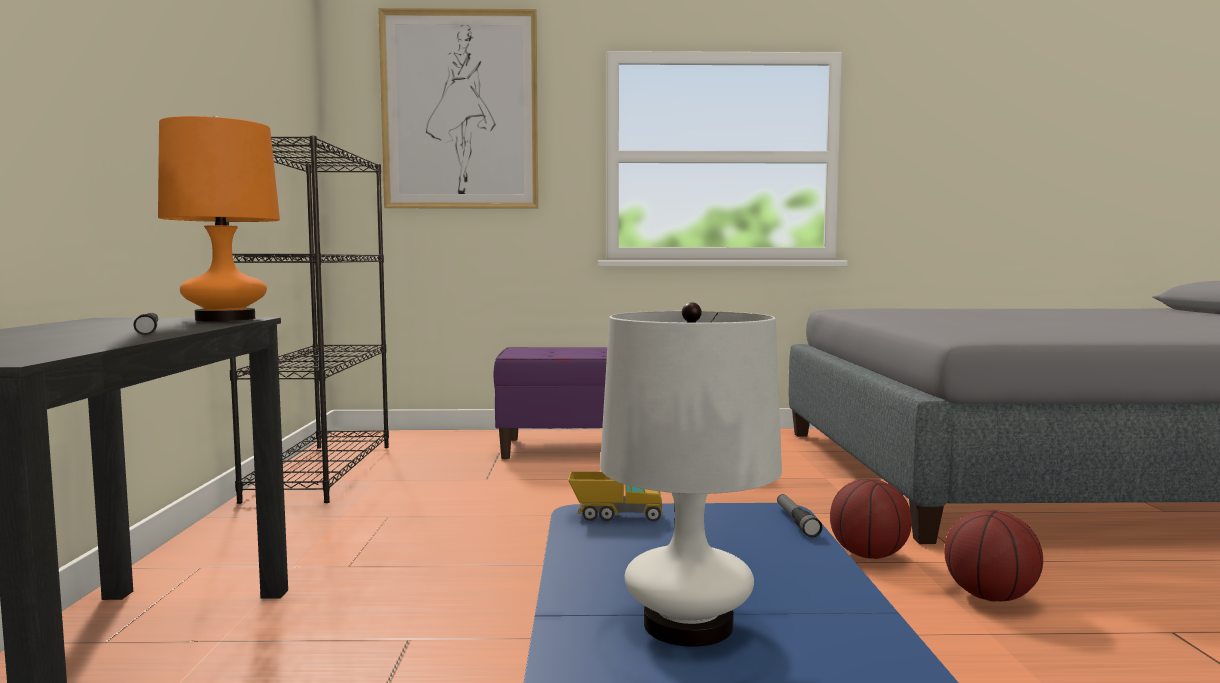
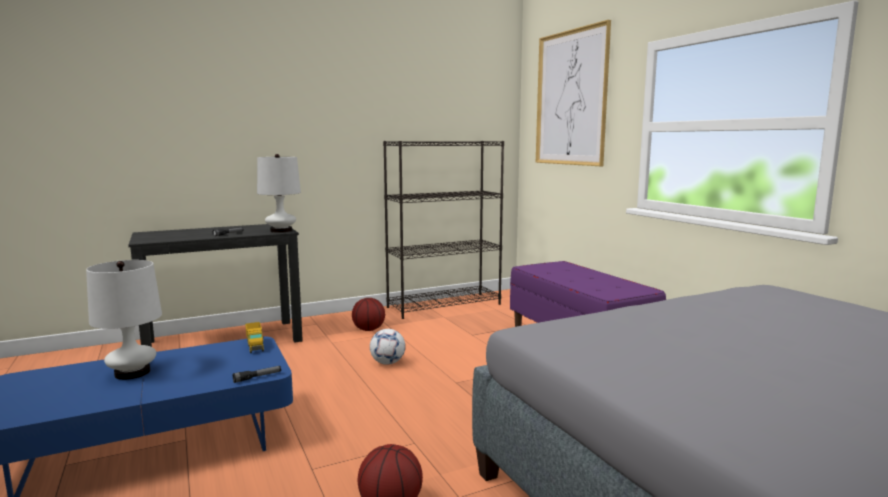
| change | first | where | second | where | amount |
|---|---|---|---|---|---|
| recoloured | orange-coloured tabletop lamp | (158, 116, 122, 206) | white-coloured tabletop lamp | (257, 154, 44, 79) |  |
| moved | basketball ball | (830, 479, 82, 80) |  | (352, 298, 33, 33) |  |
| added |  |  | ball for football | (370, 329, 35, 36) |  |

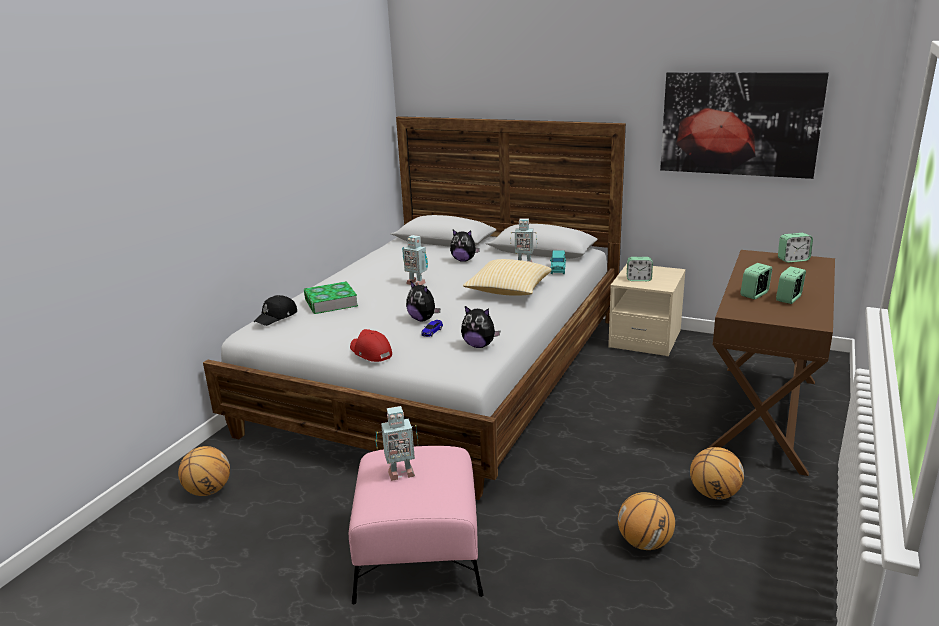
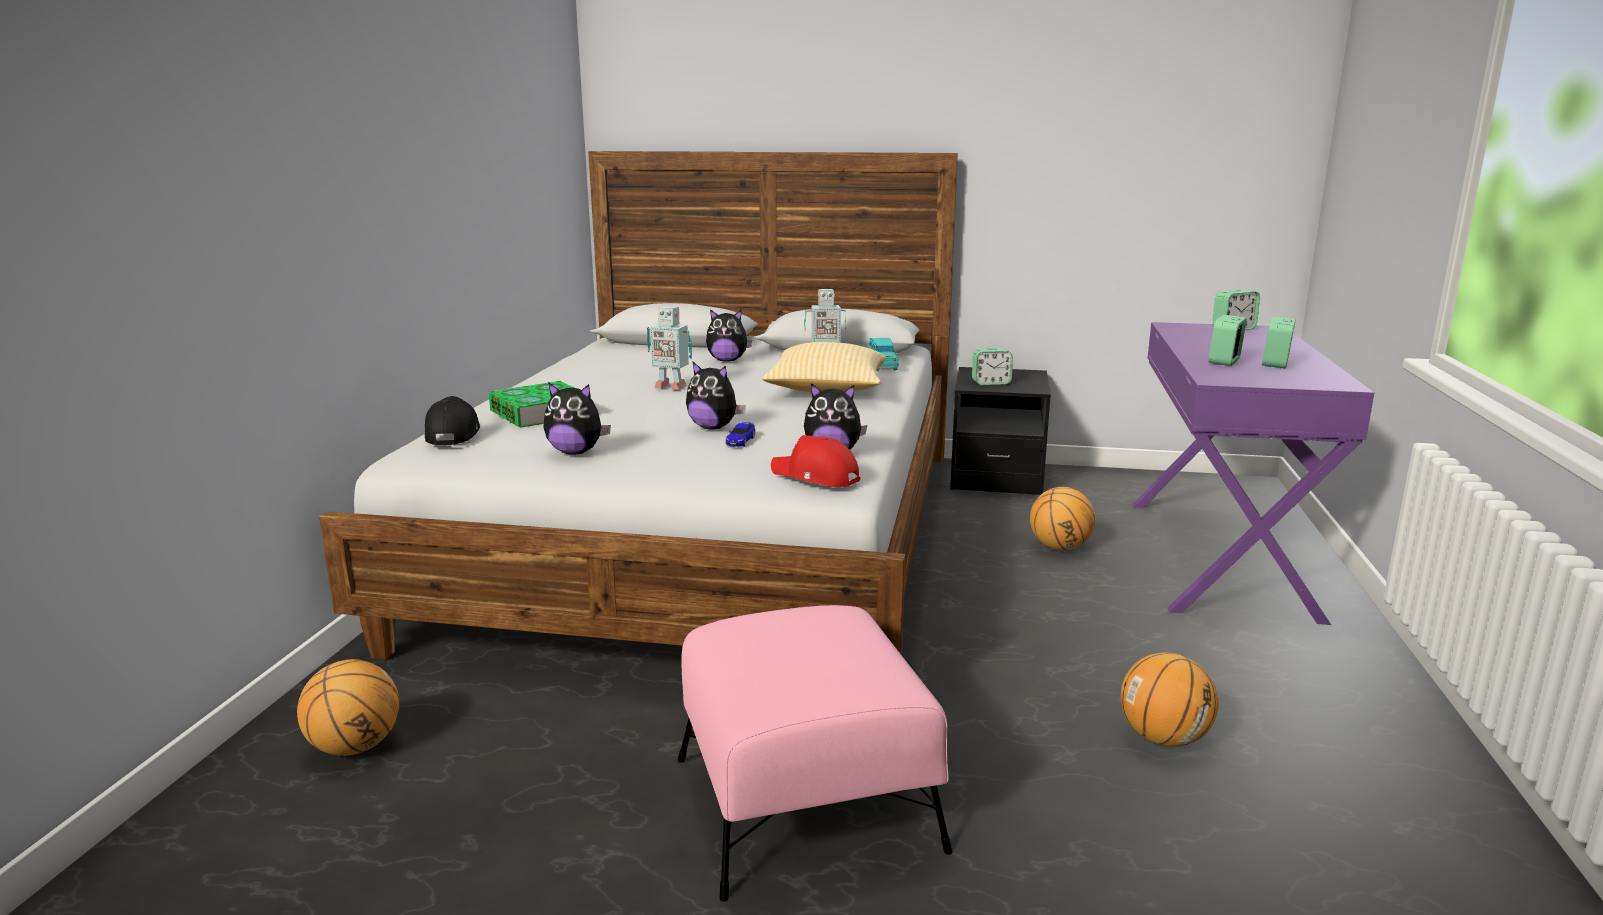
| change | first | where | second | where | amount |
|---|---|---|---|---|---|
| removed | wall art | (660, 72, 169, 107) |  |  |  |
| recoloured | brown-coloured desk unit | (706, 250, 129, 226) | purple-coloured desk unit | (1132, 322, 242, 303) |  |
| recoloured | beige-coloured night table | (608, 264, 78, 92) | blackish night table | (950, 367, 101, 128) |  |
| turned | blackish peaked cap | (253, 295, 44, 31) |  | (425, 396, 55, 49) | 150 degrees clockwise |
| moved | red peaked cap | (350, 329, 42, 33) |  | (771, 435, 89, 52) |  |
| removed | toy robot | (375, 406, 44, 75) |  |  |  |
| moved | basketball ball | (690, 447, 54, 52) |  | (1030, 487, 65, 63) |  |
| added |  |  | soft toy | (543, 382, 68, 72) |  |

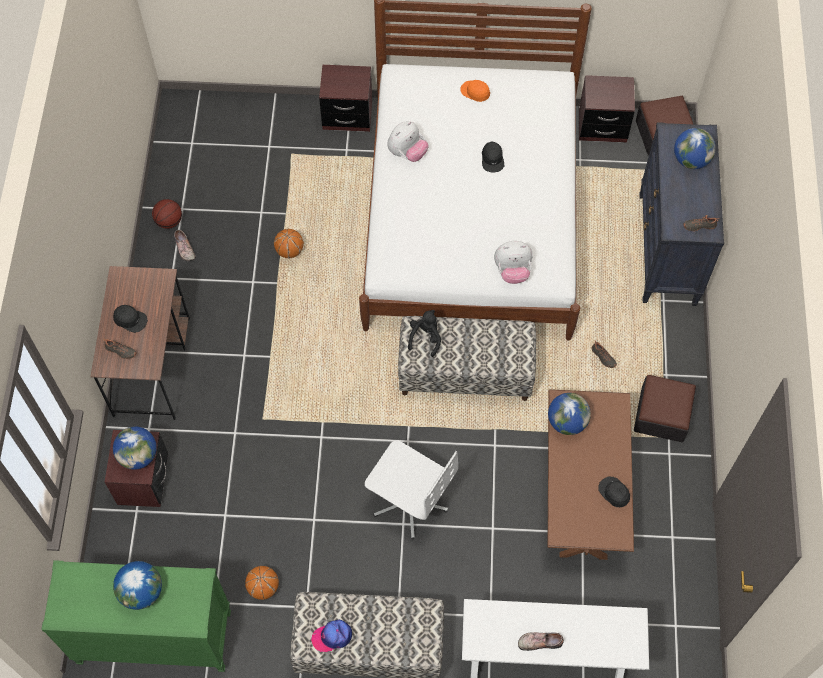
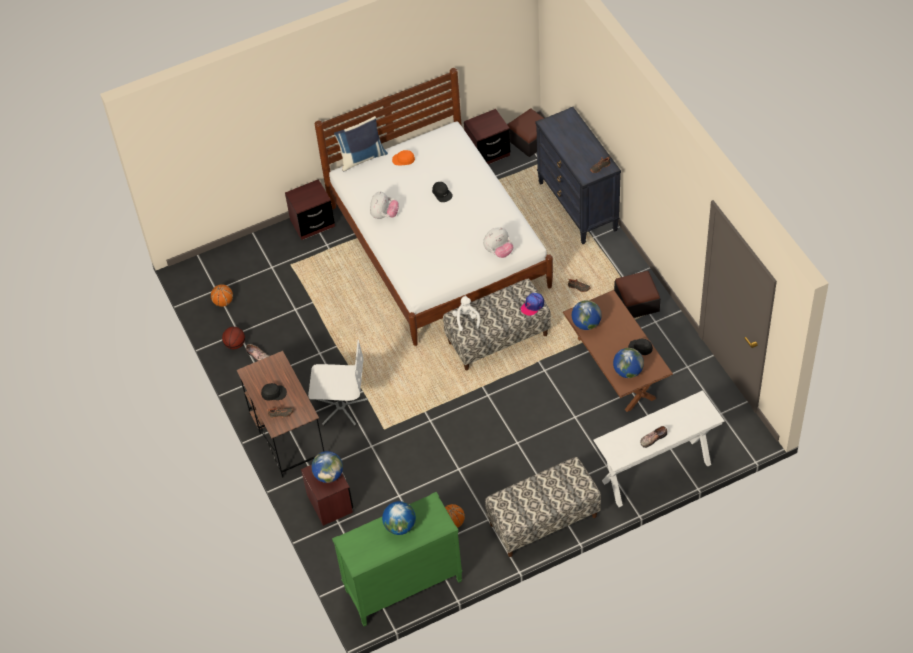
| change | first | where | second | where | amount |
|---|---|---|---|---|---|
| moved | world globe | (674, 128, 42, 41) |  | (613, 348, 31, 30) |  |
| moved | basketball ball | (274, 229, 30, 29) |  | (211, 284, 22, 23) |  |
| recoloured | blackish soft toy | (408, 310, 33, 47) | white-coloured soft toy | (452, 295, 28, 36) |  |
| moved | white-coloured desk chair | (365, 440, 93, 99) |  | (308, 339, 60, 88) |  |
| moved | peaked cap | (311, 620, 41, 32) |  | (521, 293, 23, 23) |  |
| added |  |  | blue-coloured cushion | (334, 116, 54, 56) |  |

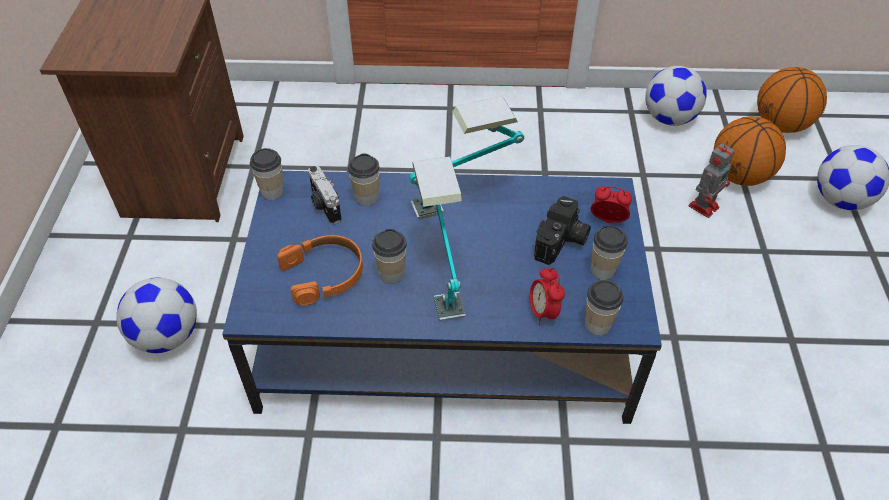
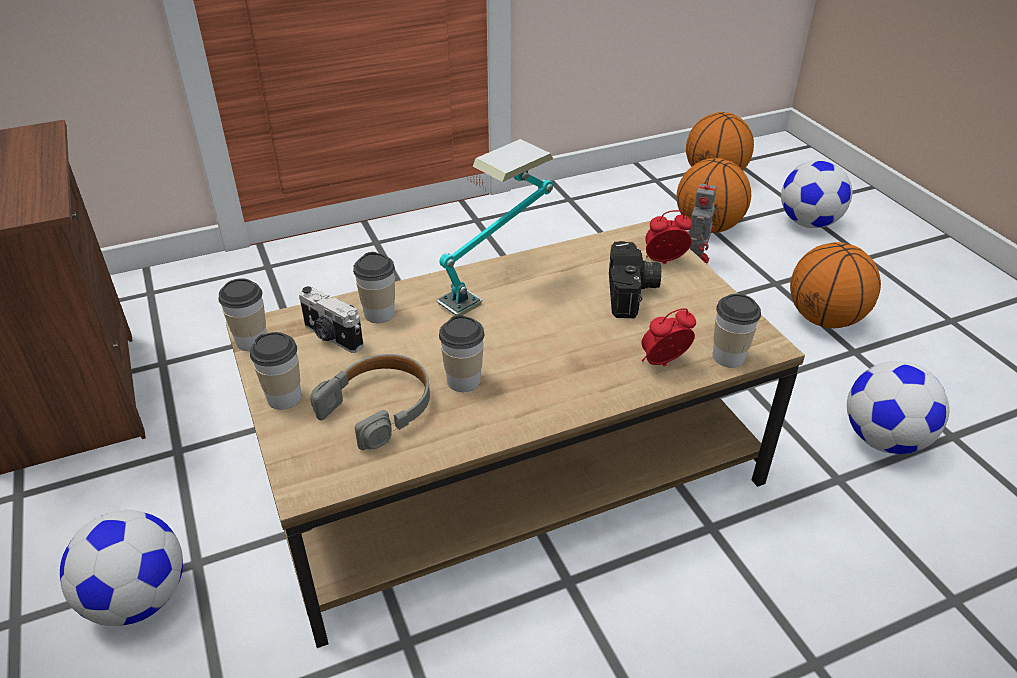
| change | first | where | second | where | amount |
|---|---|---|---|---|---|
| moved | ball for football | (646, 66, 61, 60) |  | (847, 361, 102, 93) |  |
| removed | tabletop lamp | (413, 157, 53, 163) |  |  |  |
| recoloured | blue-coloured lounge table | (223, 171, 439, 253) | brown-coloured lounge table | (226, 221, 579, 427) |  |
| moved | small cup | (591, 226, 37, 54) |  | (250, 332, 51, 78) |  |
| recoloured | orange-coloured pair of headphones | (277, 235, 86, 71) | greyish pair of headphones | (310, 354, 120, 96) |  |
| turned | alarm clock | (530, 268, 35, 57) |  | (641, 308, 55, 59) | 105 degrees clockwise |
| added |  |  | basketball ball | (790, 242, 91, 86) |  |

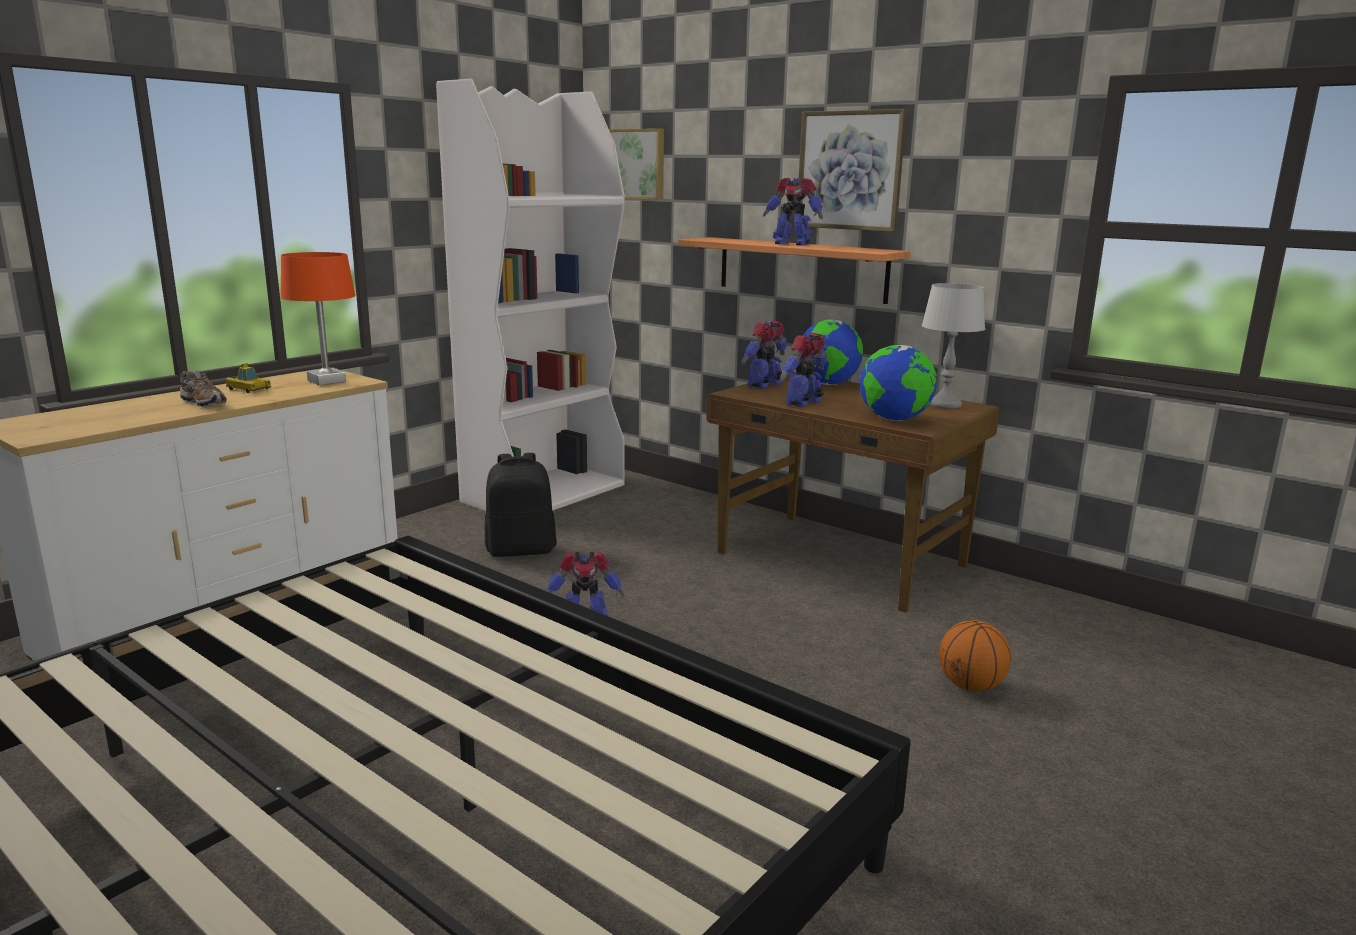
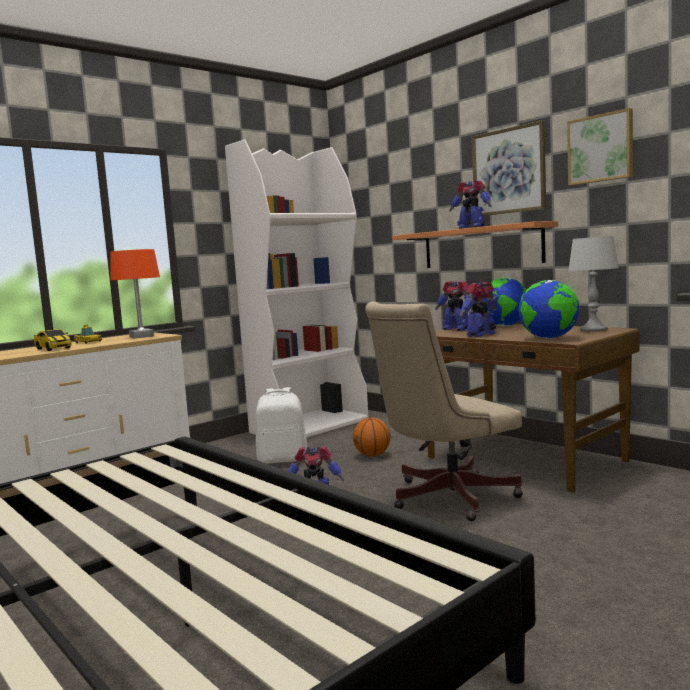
| change | first | where | second | where | amount |
|---|---|---|---|---|---|
| moved | wall art | (609, 128, 55, 72) |  | (567, 108, 66, 77) |  |
| turned | toy robot | (741, 320, 46, 69) |  | (436, 281, 39, 50) | 90 degrees counterclockwise |
| replaced | item of footwear | (180, 370, 47, 38) | toy car | (33, 329, 39, 22) |  |
| recoloured | blackish backpack | (485, 453, 72, 104) | white-coloured backpack | (256, 387, 52, 77) |  |
| moved | basketball ball | (939, 620, 72, 72) |  | (353, 417, 38, 40) |  |
| added |  |  | beige-coloured desk chair | (365, 301, 158, 220) |  |

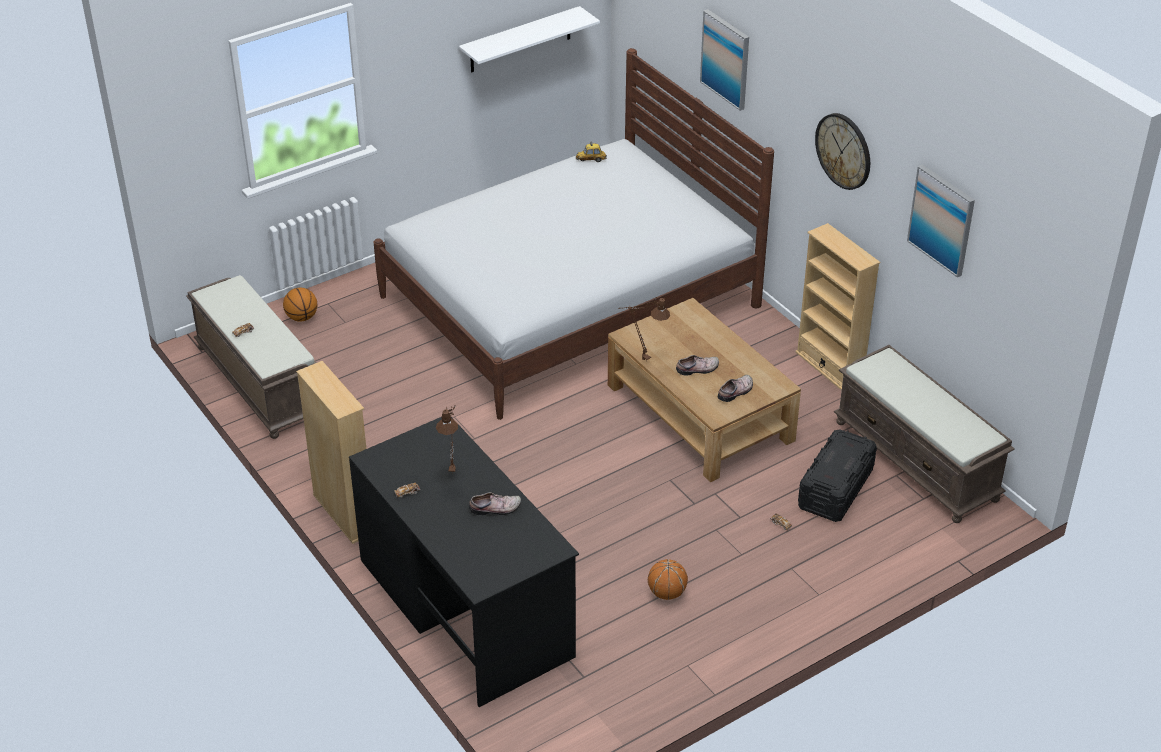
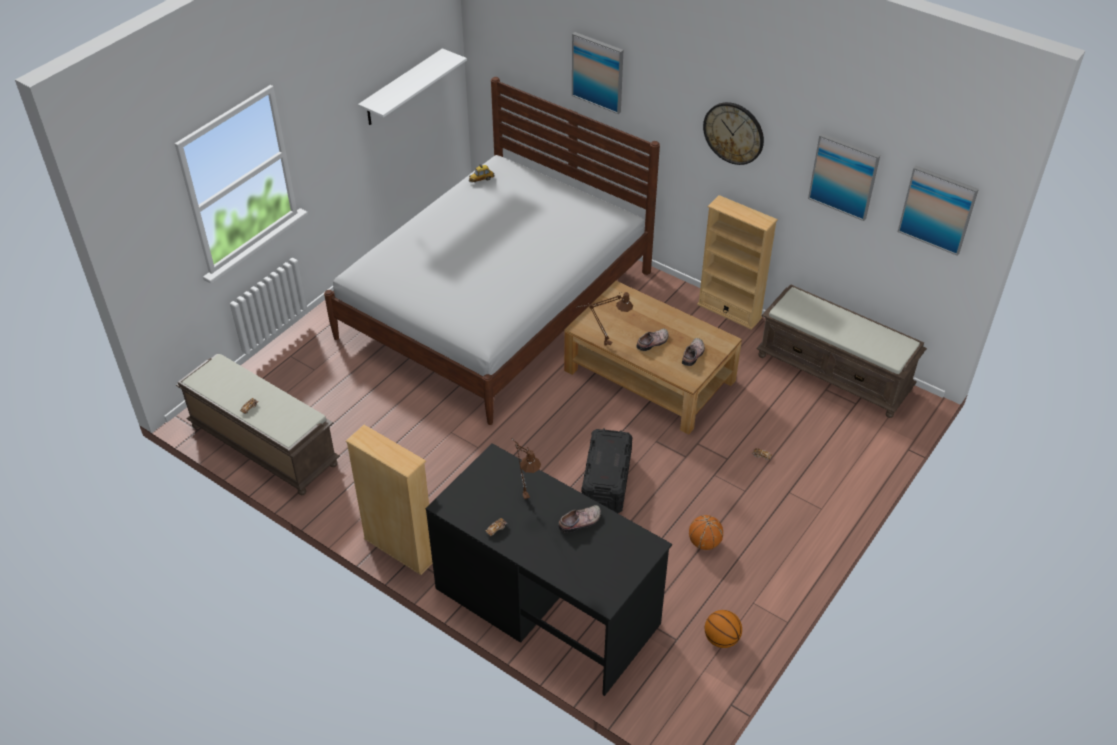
| change | first | where | second | where | amount |
|---|---|---|---|---|---|
| moved | basketball ball | (283, 288, 34, 34) |  | (705, 610, 37, 38) |  |
| moved | blackish storage bin | (798, 429, 79, 93) |  | (581, 428, 51, 85) |  |
| added |  |  | wall art | (898, 166, 81, 90) |  |

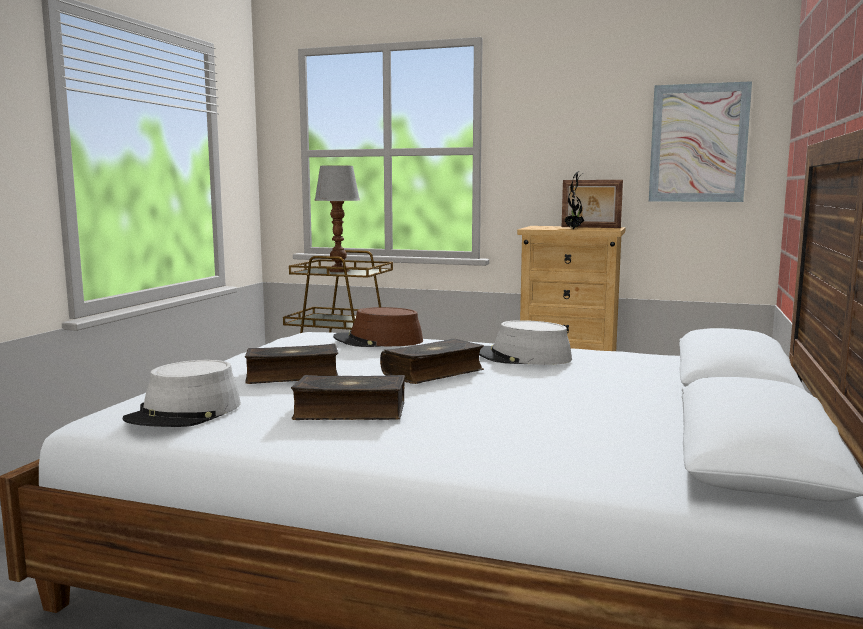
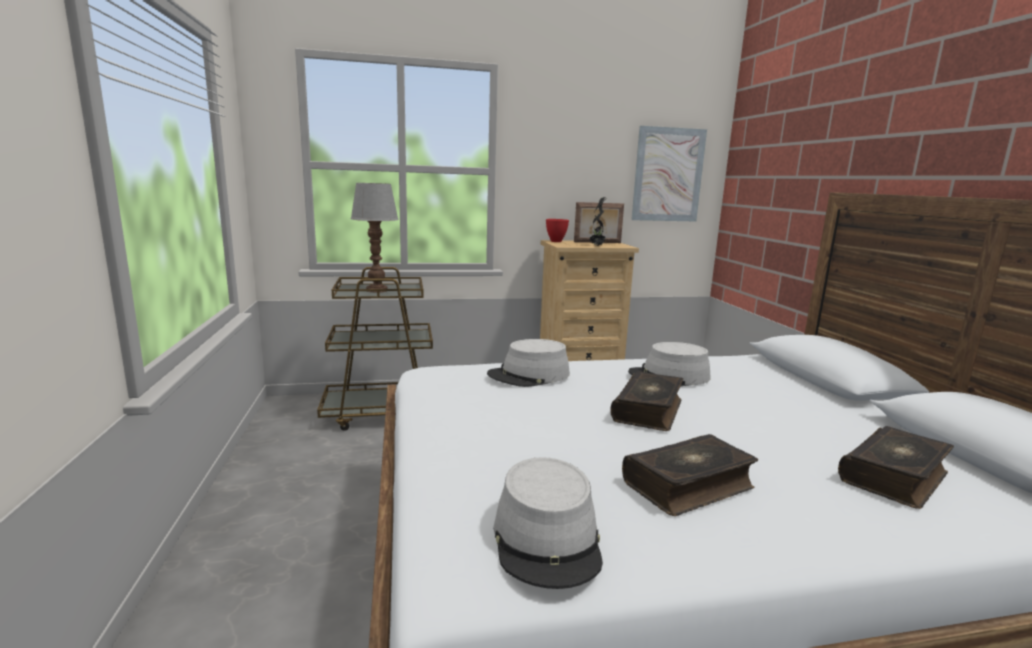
| change | first | where | second | where | amount |
|---|---|---|---|---|---|
| recoloured | brown-coloured clothing hat | (333, 307, 90, 40) | greyish clothing hat | (487, 339, 83, 48) |  |
| moved | book | (245, 344, 93, 40) |  | (838, 426, 116, 83) |  |
| added |  |  | red deep dish | (546, 219, 23, 23) |  |

